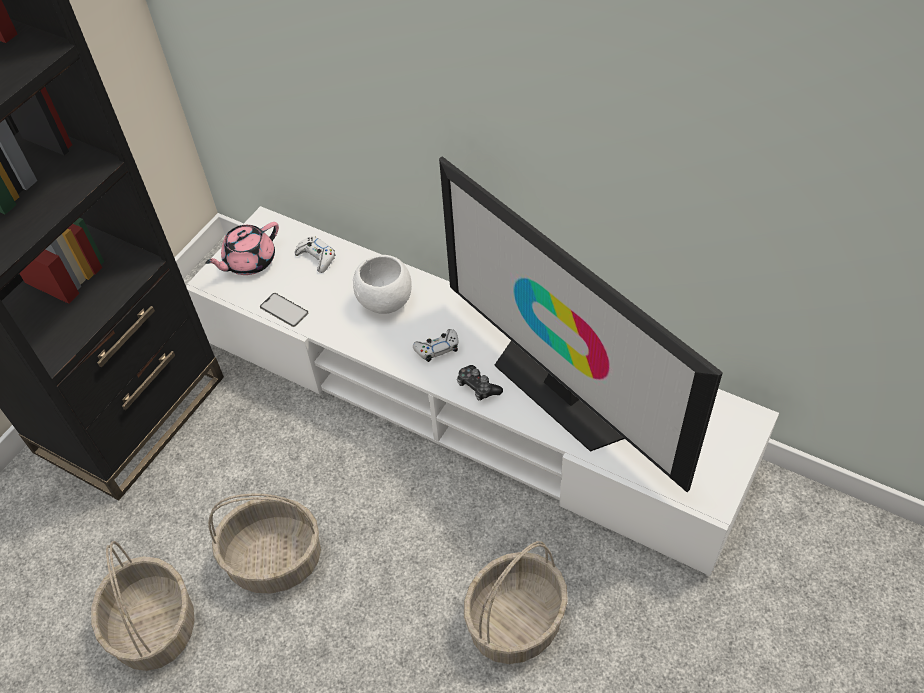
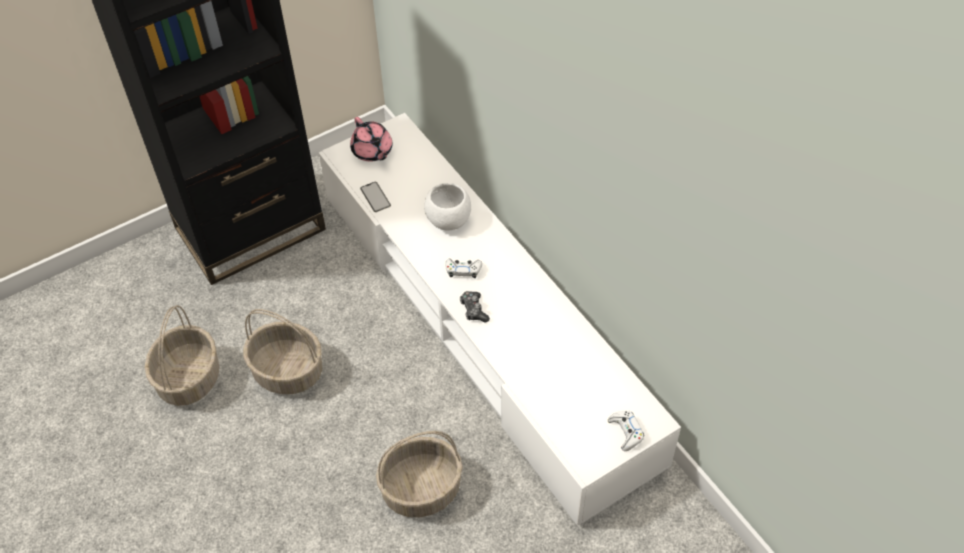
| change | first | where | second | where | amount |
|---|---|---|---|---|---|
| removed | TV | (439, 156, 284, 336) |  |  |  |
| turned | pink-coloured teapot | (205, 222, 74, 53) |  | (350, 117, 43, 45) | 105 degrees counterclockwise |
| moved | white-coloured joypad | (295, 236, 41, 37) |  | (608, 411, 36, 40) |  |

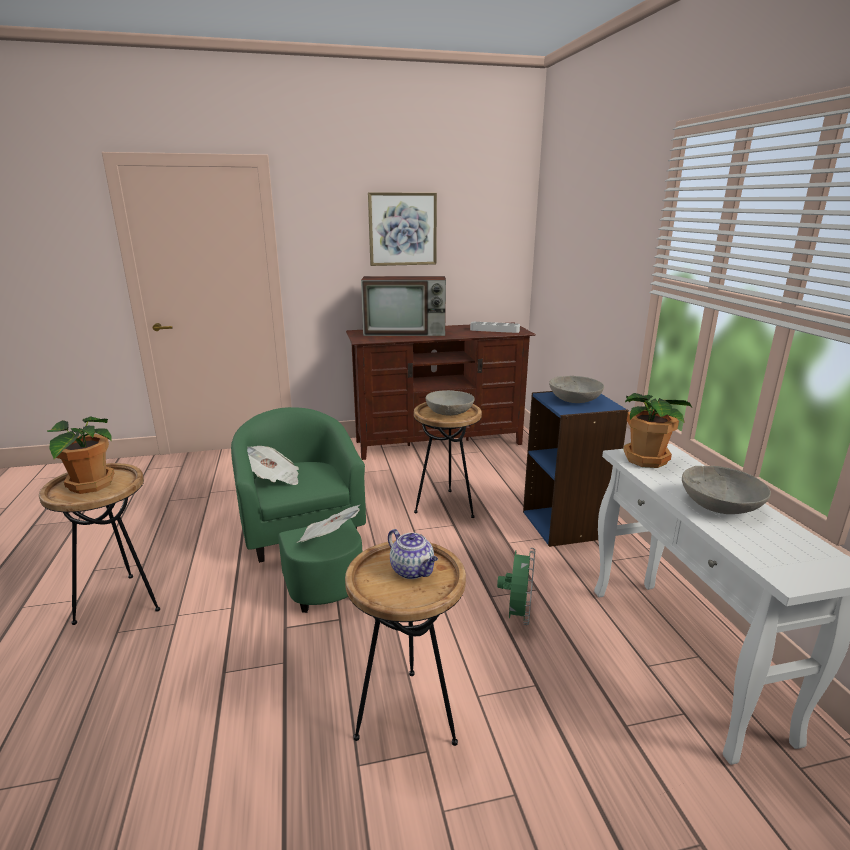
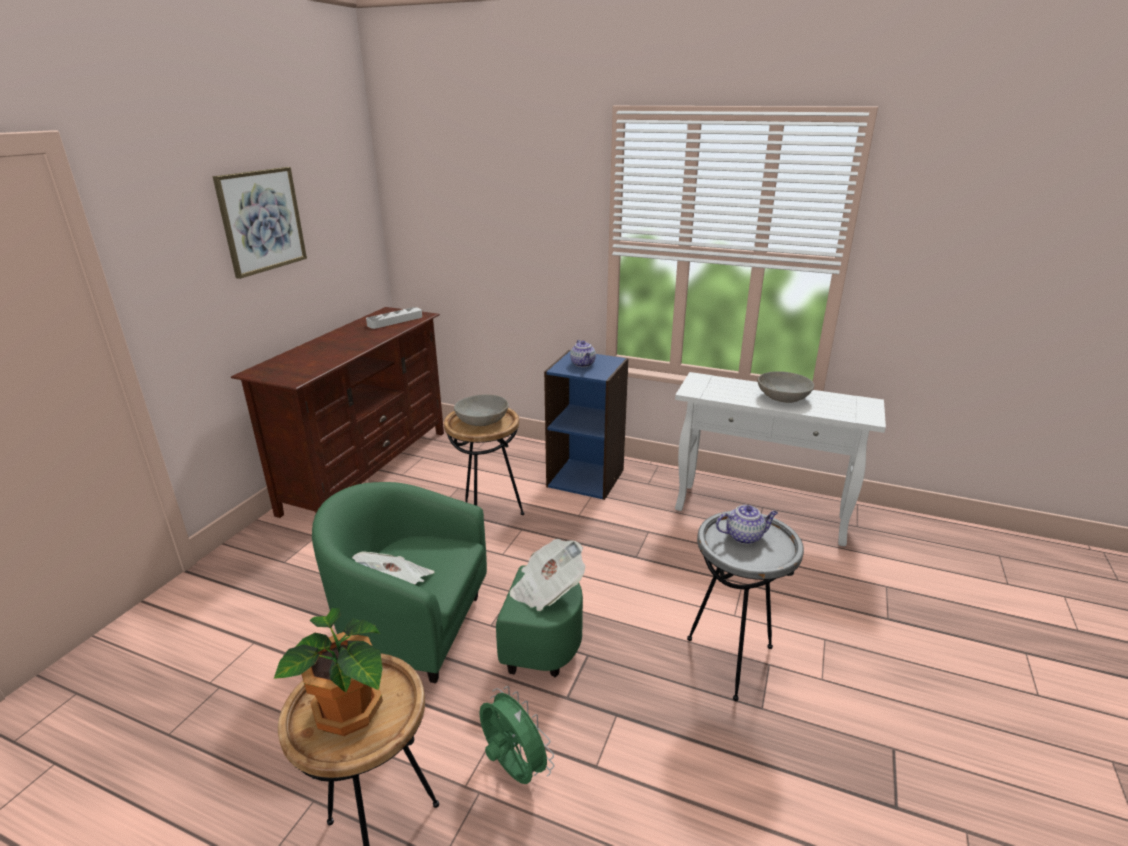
| change | first | where | second | where | amount |
|---|---|---|---|---|---|
| removed | TV | (361, 276, 85, 60) |  |  |  |
| replaced | greyish deep dish | (549, 376, 55, 27) | teapot | (570, 340, 26, 27) |  |
| removed | potted plant | (624, 393, 68, 75) |  |  |  |
| recoloured | brown-coloured accent table | (345, 540, 121, 206) | greyish accent table | (687, 511, 117, 190) |  |
| moved | greenish cooling fan | (497, 548, 38, 77) |  | (479, 686, 75, 98) |  |

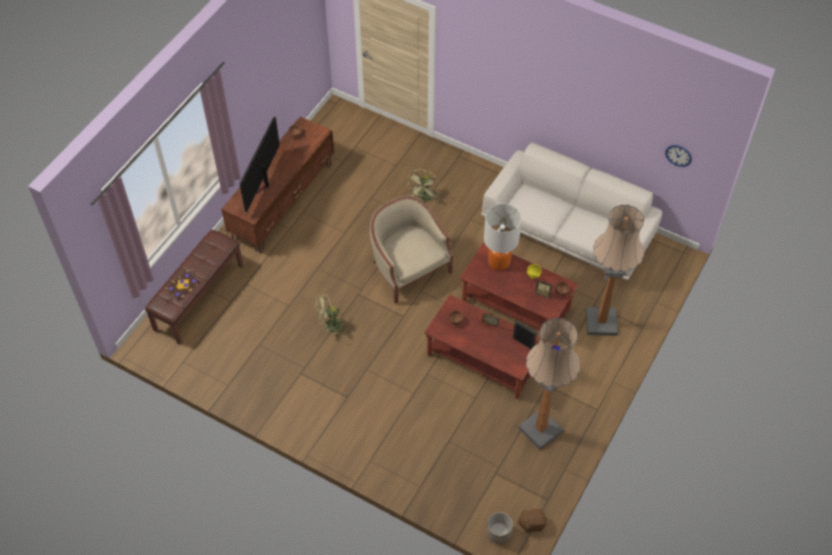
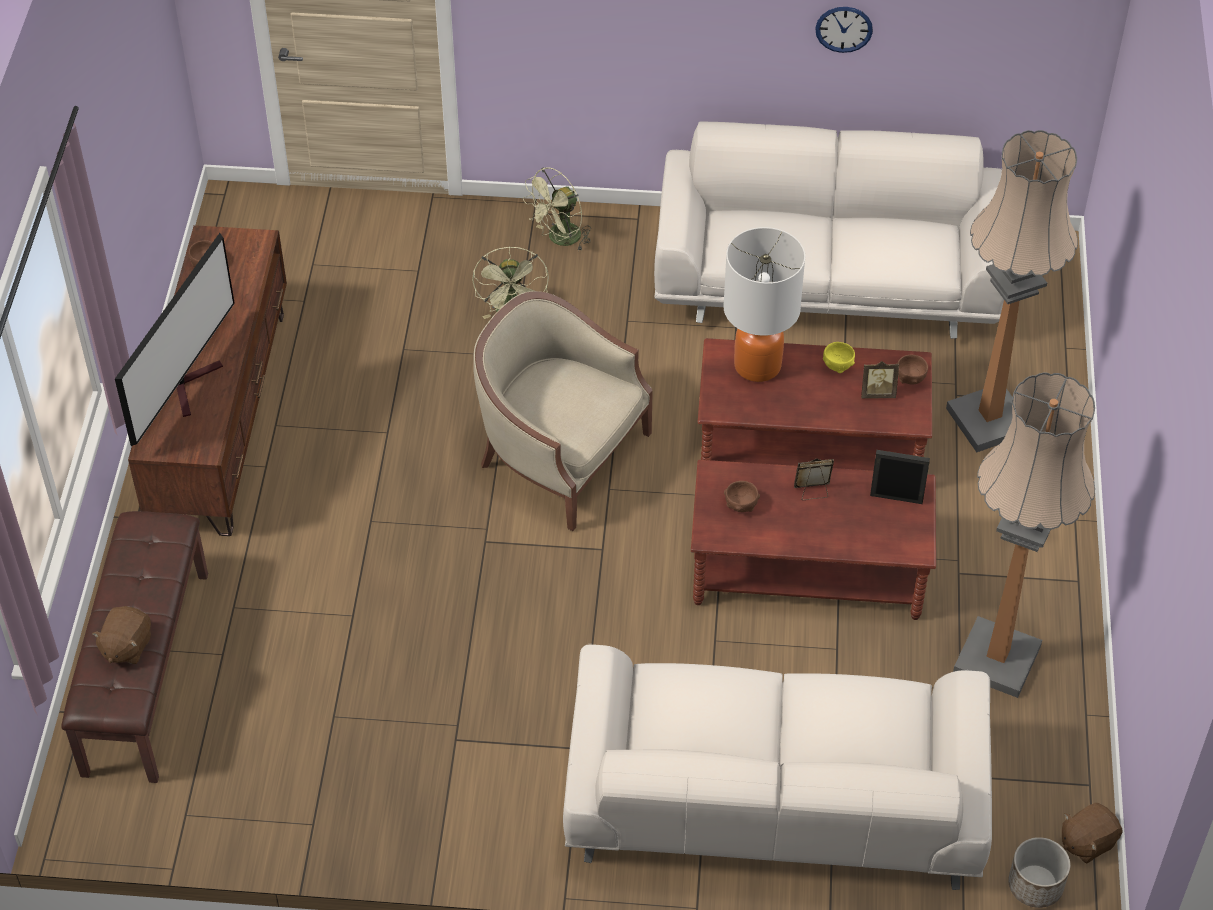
| change | first | where | second | where | amount |
|---|---|---|---|---|---|
| turned | TV | (239, 117, 41, 96) |  | (115, 233, 120, 213) | 150 degrees counterclockwise |
| moved | clock on the wall | (665, 145, 27, 22) |  | (815, 7, 58, 46) |  |
| replaced | book | (165, 271, 35, 29) | brown-coloured soft toy | (92, 606, 59, 58) |  |
| moved | greenish cooling fan | (316, 294, 31, 43) |  | (523, 167, 68, 83) |  |
| added |  |  | white-coloured settee | (563, 644, 429, 246) |  |

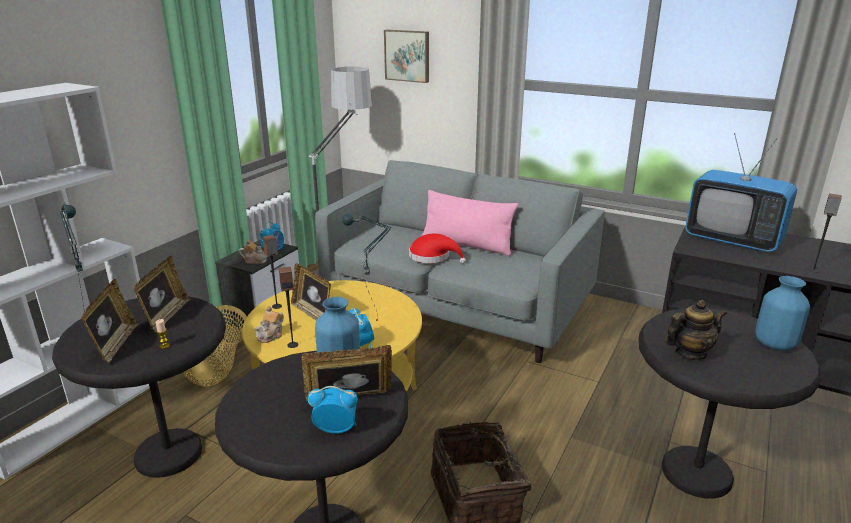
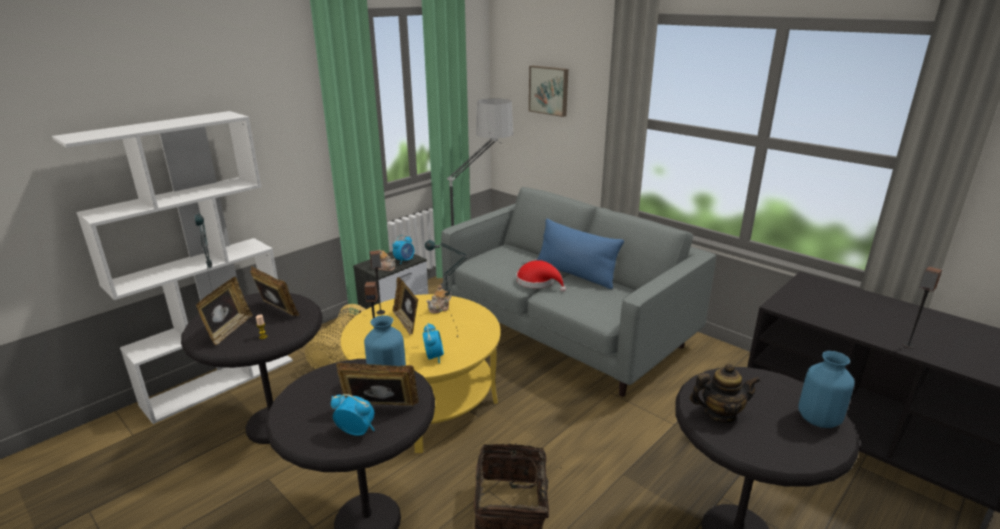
| change | first | where | second | where | amount |
|---|---|---|---|---|---|
| removed | TV | (685, 133, 112, 119) |  |  |  |
| recoloured | pink-coloured cushion | (422, 190, 96, 66) | blue-coloured cushion | (537, 219, 87, 70) |  |
| turned | standing frame | (134, 256, 56, 76) |  | (250, 266, 49, 50) | 75 degrees counterclockwise |
| moved | teapot | (254, 306, 30, 37) |  | (426, 285, 26, 29) |  |

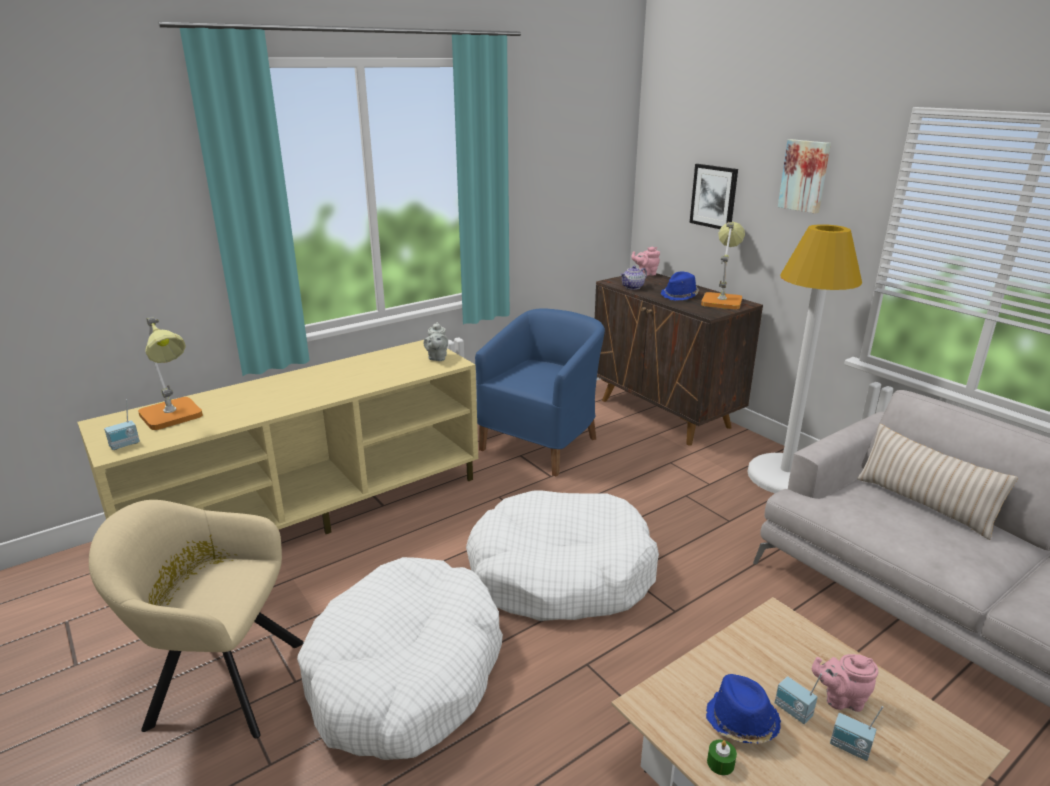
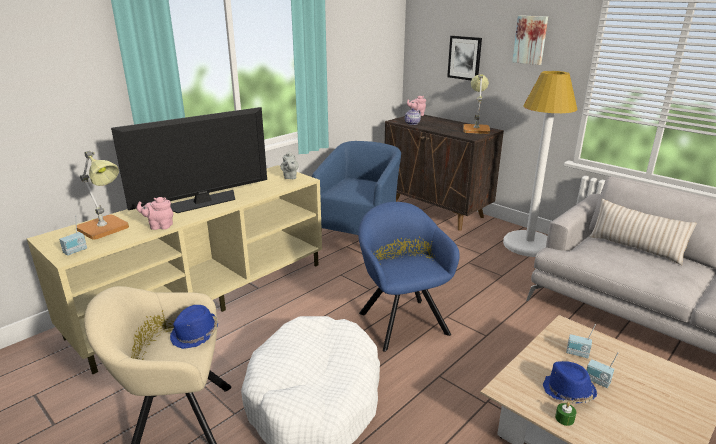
| change | first | where | second | where | amount |
|---|---|---|---|---|---|
| moved | blue-coloured clothing hat | (661, 271, 38, 30) |  | (170, 305, 48, 44) |  |
| replaced | white-coloured dog cushion | (466, 490, 193, 131) | blue-coloured easy chair | (358, 202, 102, 150) |  |
| moved | pink-coloured teapot | (812, 654, 66, 58) |  | (137, 197, 36, 33) |  |
| moved | radio | (830, 706, 54, 55) |  | (566, 324, 30, 34) |  |
| added |  |  | TV | (111, 107, 156, 106) |  |

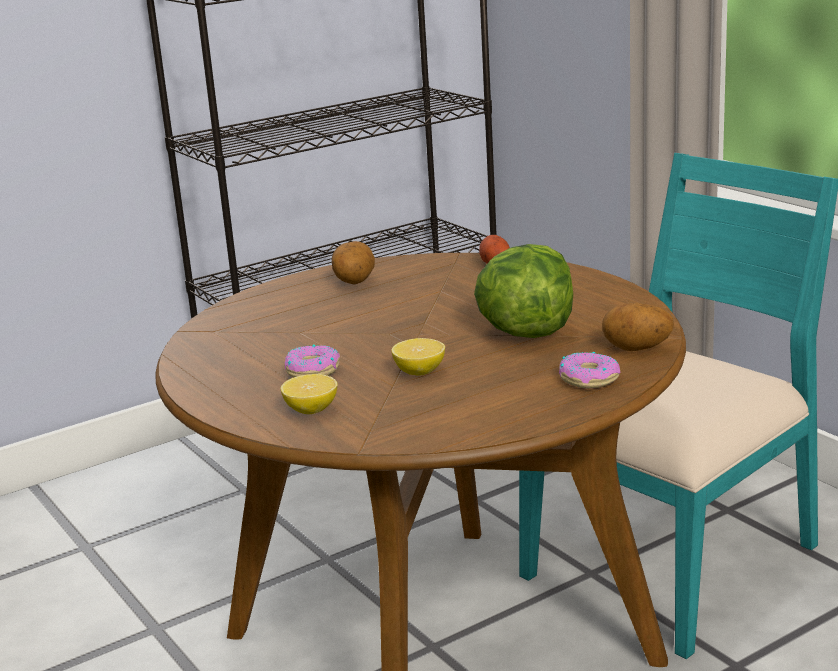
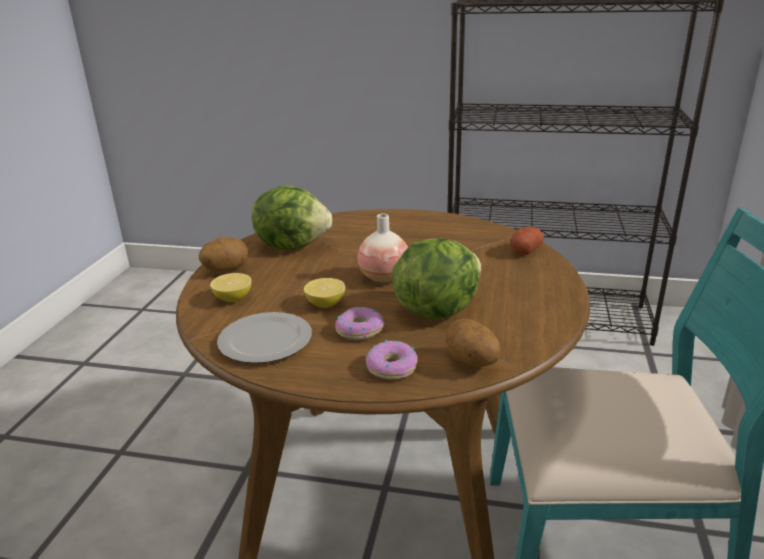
| change | first | where | second | where | amount |
|---|---|---|---|---|---|
| moved | potato | (332, 241, 43, 44) |  | (199, 237, 49, 36) |  |
| moved | ring doughnut | (285, 344, 55, 34) |  | (335, 307, 50, 33) |  |
| added |  |  | lettuce head | (252, 185, 80, 65) |  |
| added |  |  | decorative vase | (358, 214, 50, 69) |  |
| added |  |  | plate | (217, 312, 95, 51) |  |

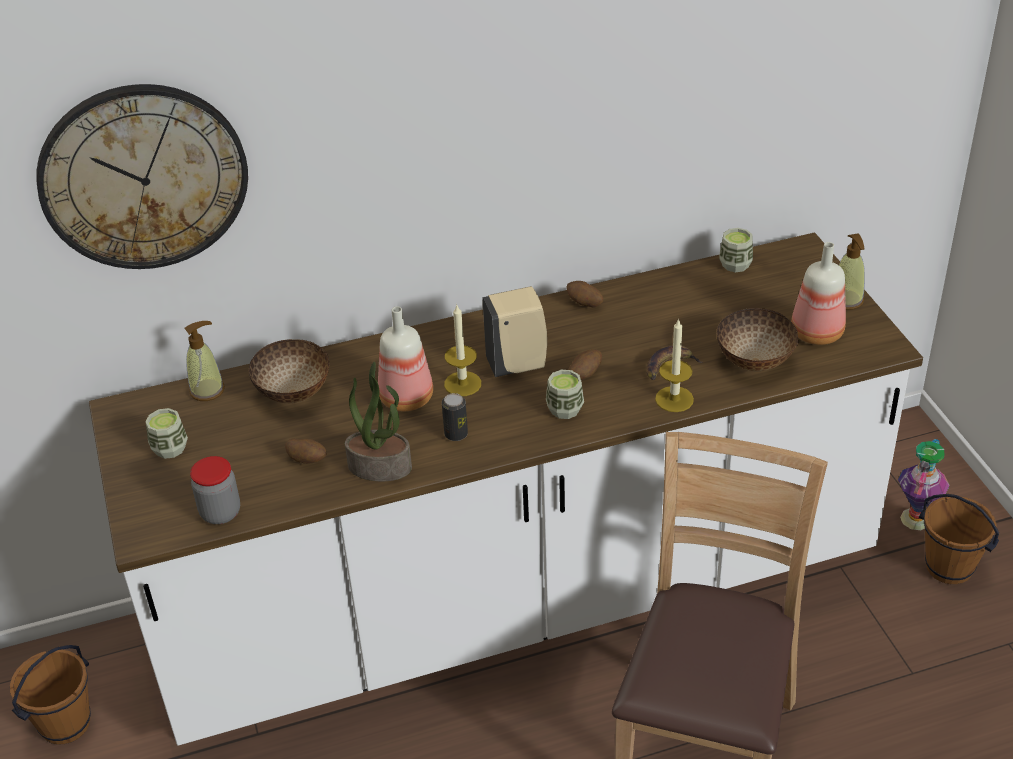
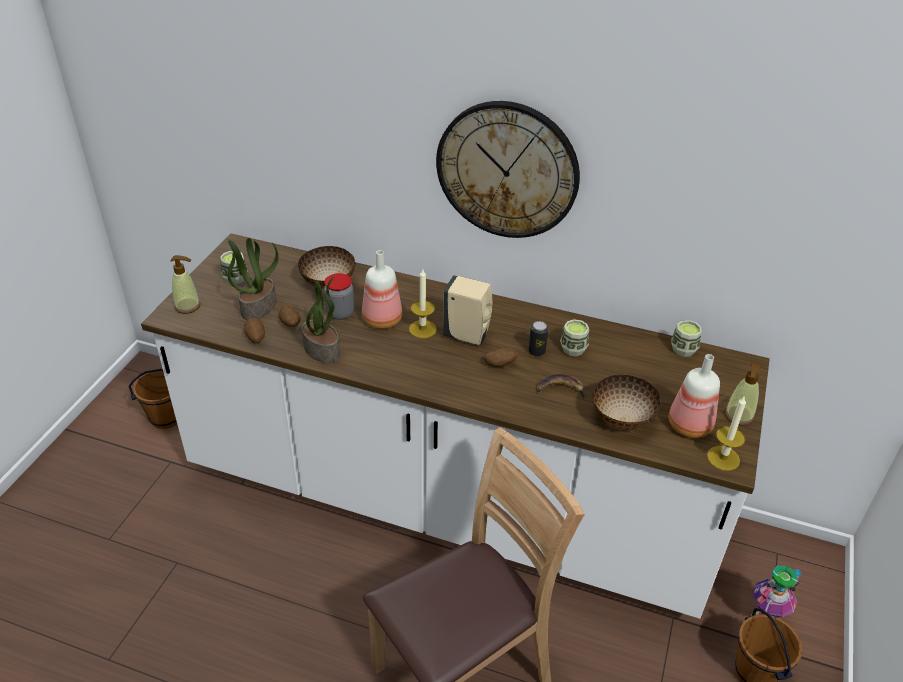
| change | first | where | second | where | amount |
|---|---|---|---|---|---|
| moved | clock on the wall | (36, 84, 212, 185) |  | (436, 101, 144, 137) |  |
| moved | potato | (566, 281, 37, 26) |  | (244, 317, 21, 26) |  |
| moved | wax candle | (655, 318, 39, 94) |  | (707, 397, 39, 74) |  |
| moved | soap bottle | (185, 321, 40, 80) |  | (170, 255, 31, 59) |  |
| moved | small cup | (546, 370, 38, 49) |  | (560, 319, 29, 37) |  |
| moved | metal can | (442, 393, 26, 48) |  | (528, 321, 20, 36) |  |
| moved | jar | (190, 456, 50, 68) |  | (324, 273, 30, 47) |  |
| added |  |  | potted plant | (227, 238, 52, 82) |  |

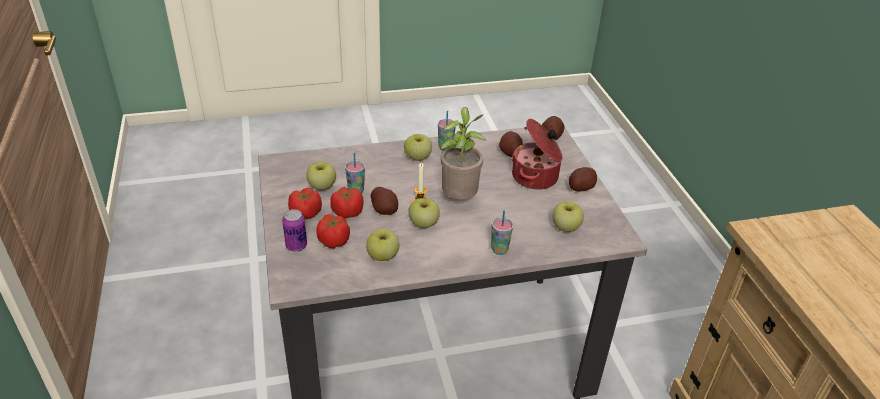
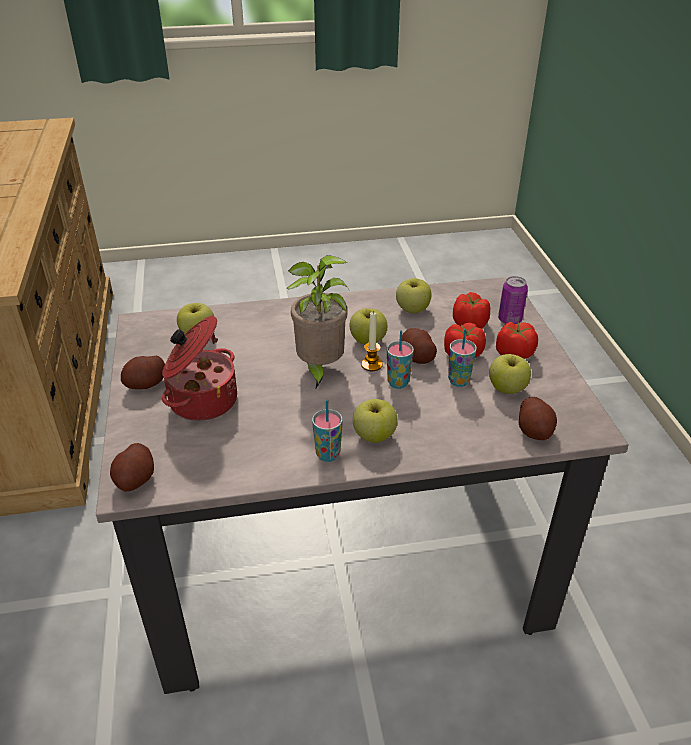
| change | first | where | second | where | amount |
|---|---|---|---|---|---|
| moved | potato | (499, 131, 24, 26) |  | (518, 397, 39, 43) |  |
| moved | small cup | (491, 210, 22, 45) |  | (387, 330, 27, 59) |  |

